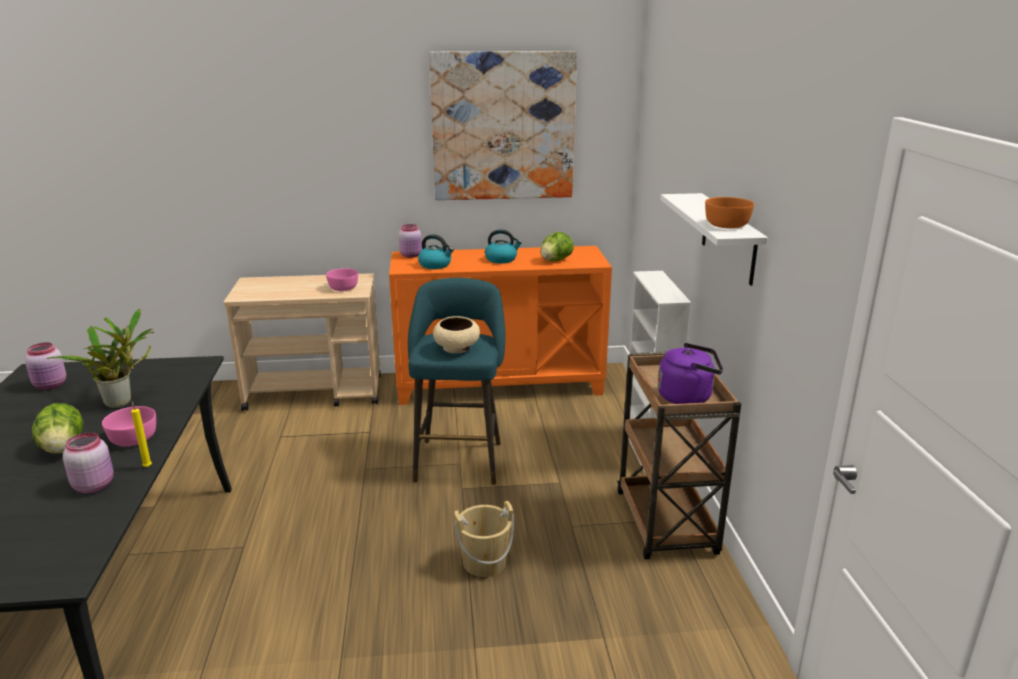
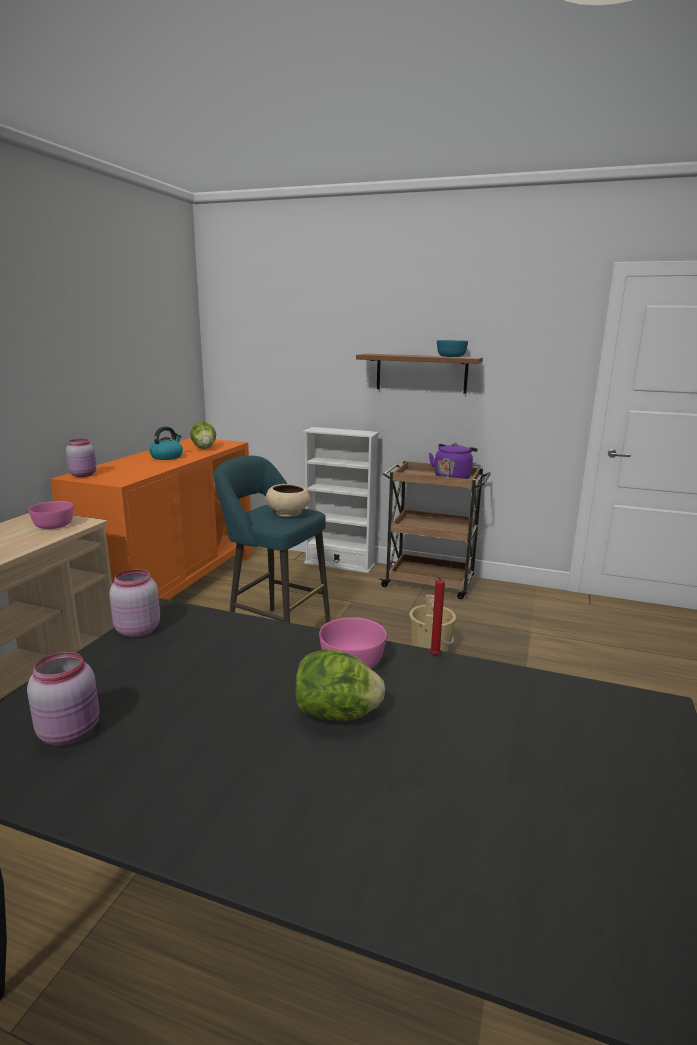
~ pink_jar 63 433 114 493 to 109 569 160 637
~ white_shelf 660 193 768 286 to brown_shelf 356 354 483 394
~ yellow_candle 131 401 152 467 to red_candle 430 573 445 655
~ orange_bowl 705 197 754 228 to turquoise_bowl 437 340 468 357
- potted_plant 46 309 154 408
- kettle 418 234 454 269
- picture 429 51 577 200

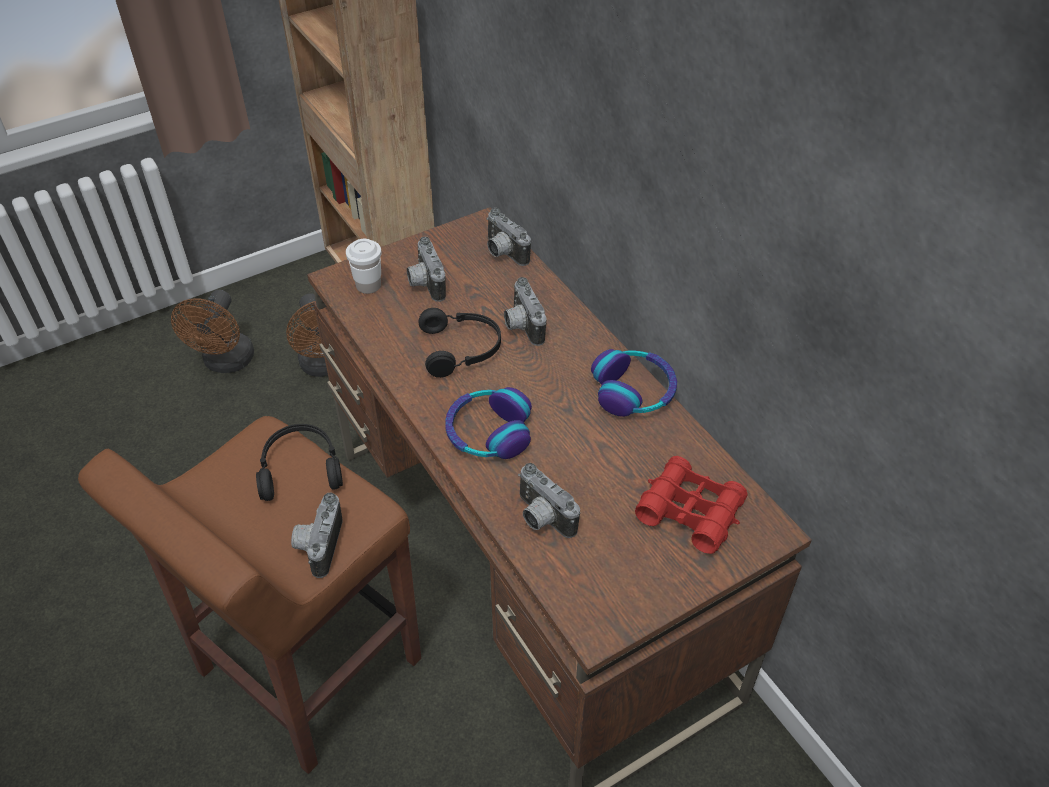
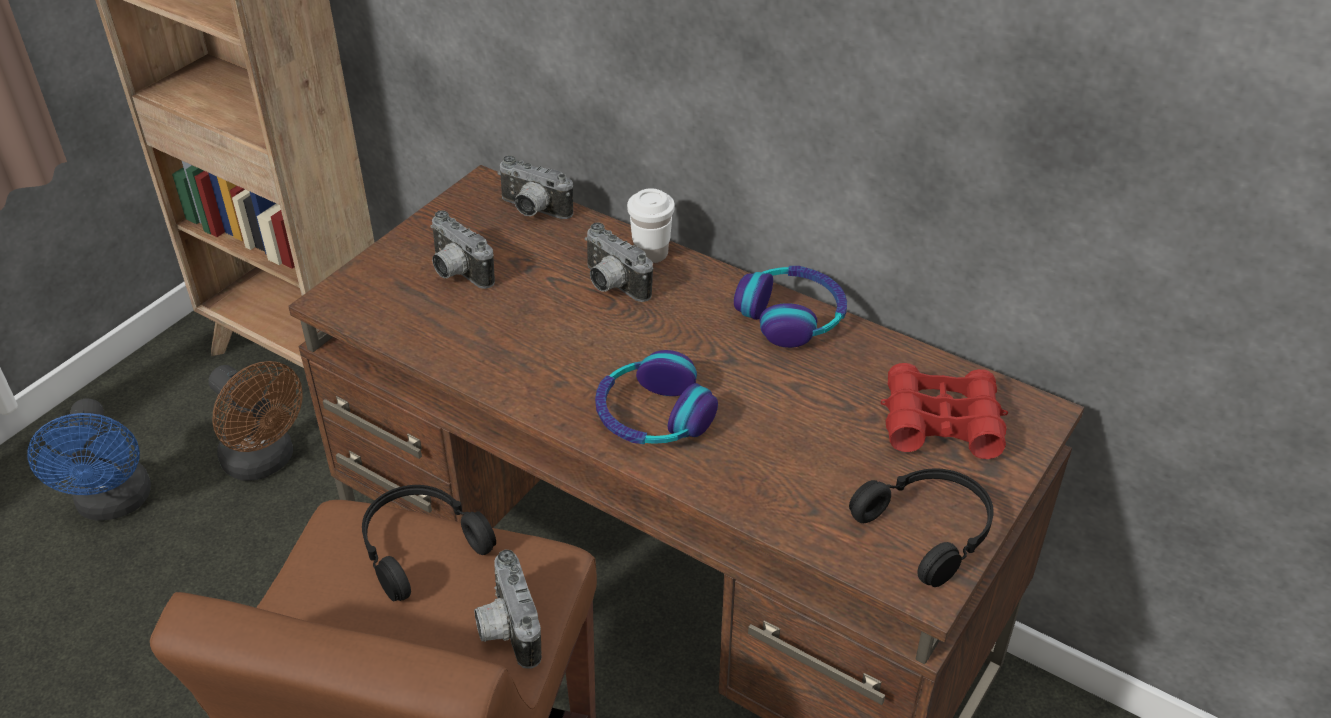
~ brown_fan 171 290 254 373 to blue_fan 27 399 151 521
~ white_cup 346 239 382 294 to 627 188 675 263
~ black_headphones 418 308 501 378 to 849 469 994 587
- photo_camera 518 463 580 538

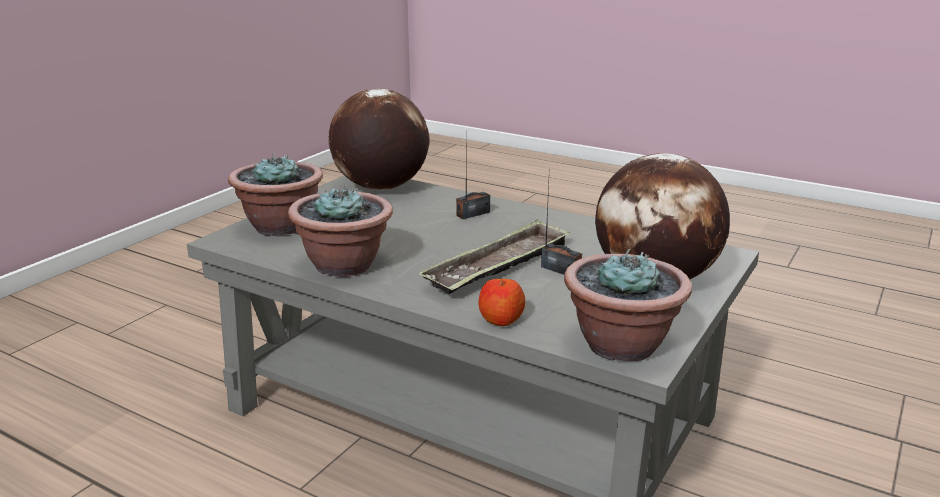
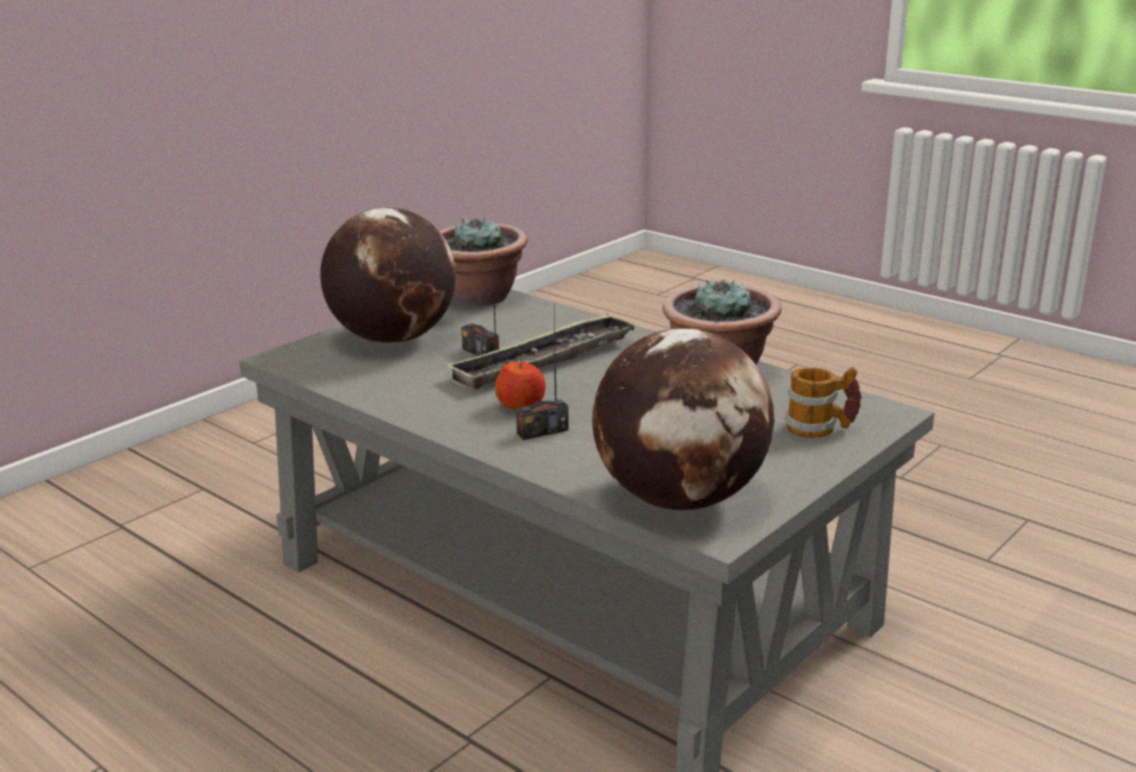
~ apple 478 277 525 326 to 495 359 546 410
~ potted_plant 228 153 323 236 to mug 784 367 862 438

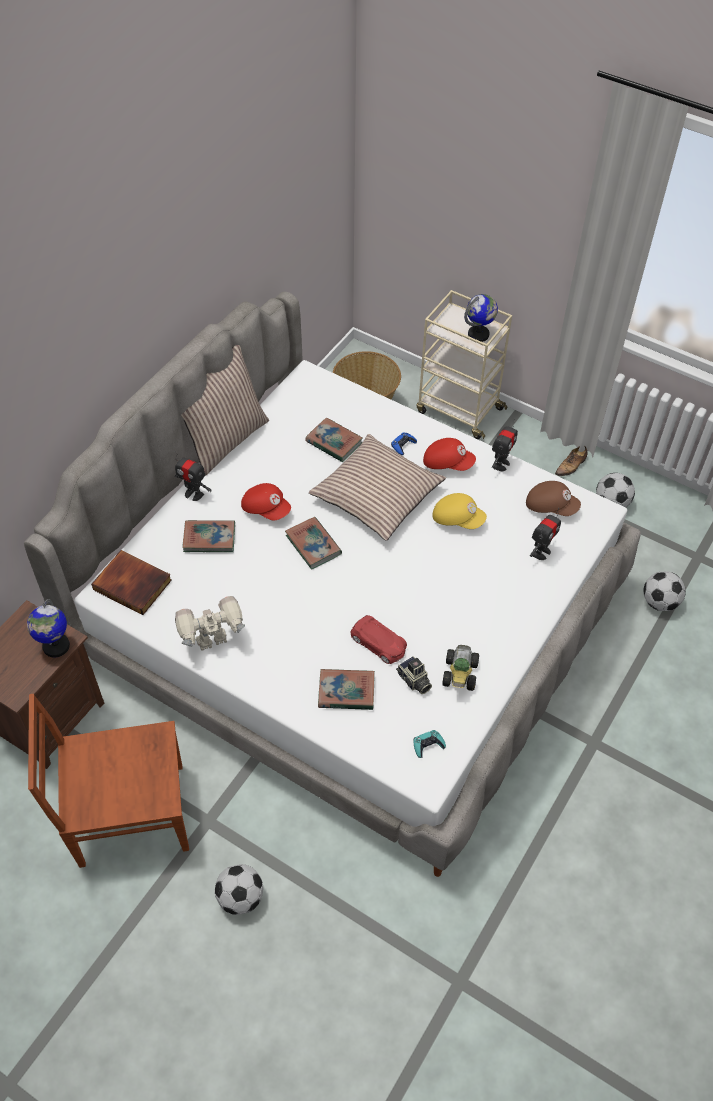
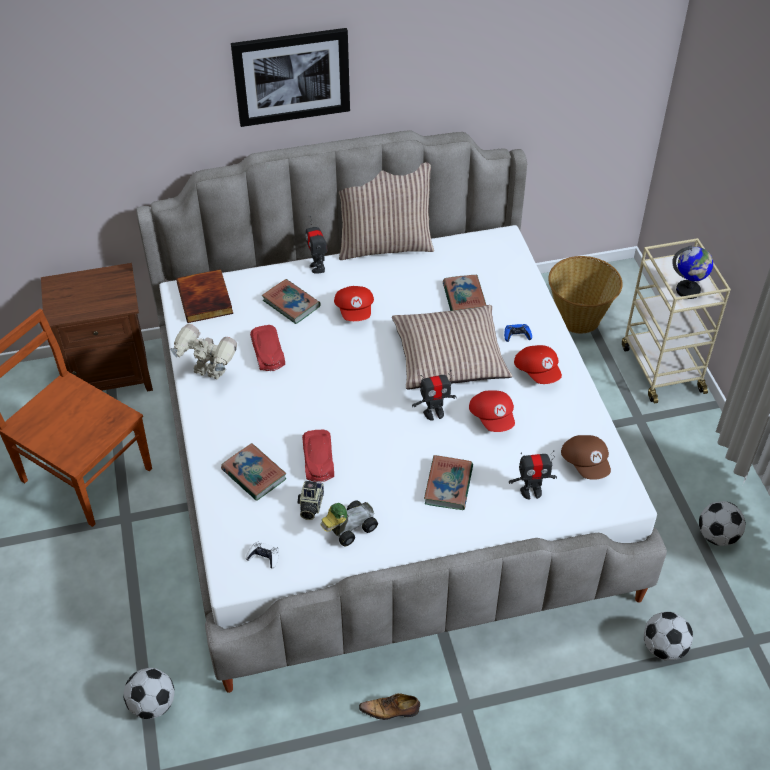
~ football 215 864 263 915 to 123 668 175 719
+ picture 231 28 350 127
~ turquoise_game_controller 414 730 446 758 to white_game_controller 246 542 279 569
+ red_toy_car 250 325 285 371
~ shoe 555 446 588 476 to 359 693 420 720
~ toy_robot 492 418 518 471 to 412 370 457 421
~ book 285 517 342 570 to 424 455 473 510
~ yellow_cap 432 493 487 529 to red_cap 469 391 515 432
- globe 27 599 70 658

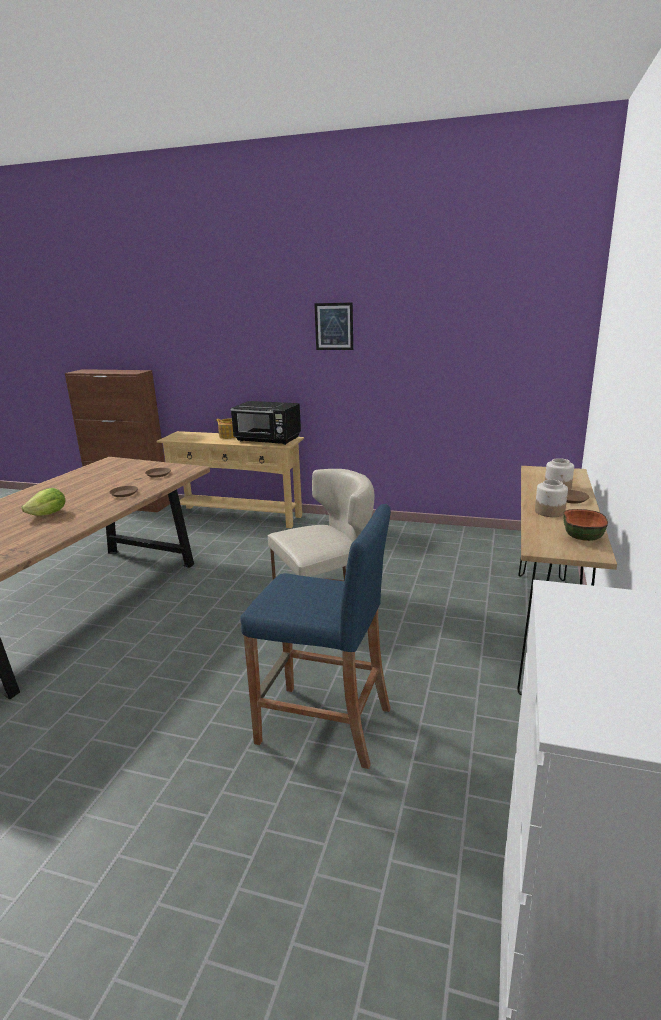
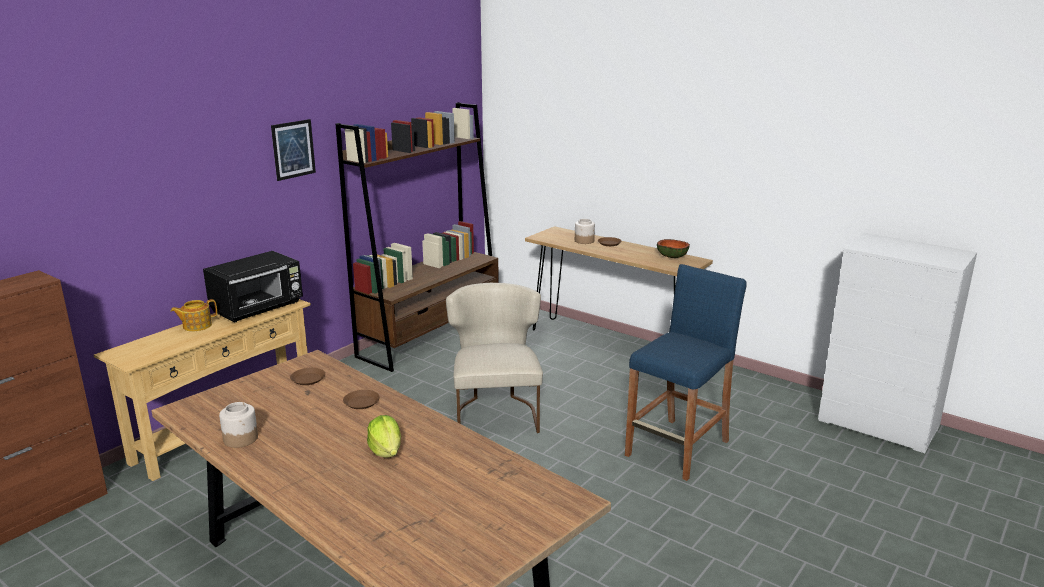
~ jar 535 480 568 517 to 219 402 258 448
+ brown_bookcase 336 102 499 372

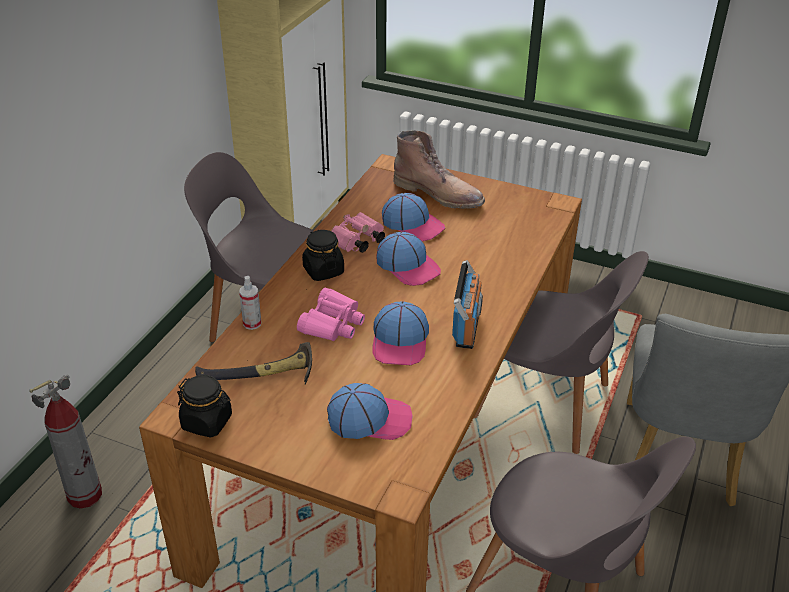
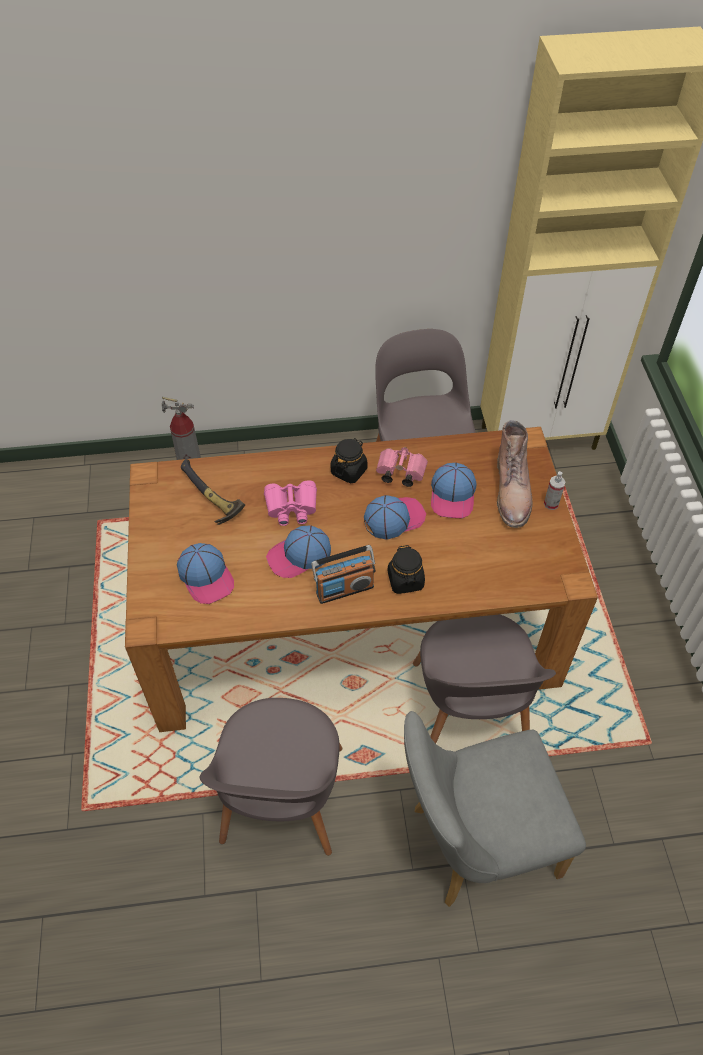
~ cap 376 232 441 286 = 364 495 426 540 135 degrees counterclockwise
~ black_jar 177 375 232 438 to 387 545 425 594
~ spray_bottle 239 276 261 330 to 544 471 566 510

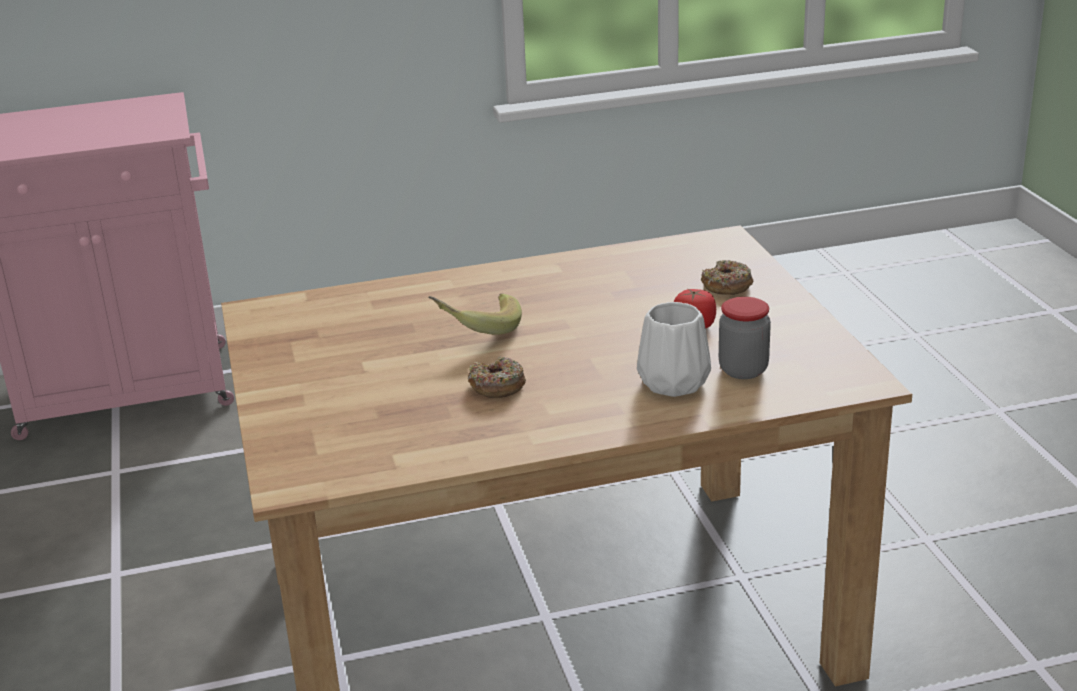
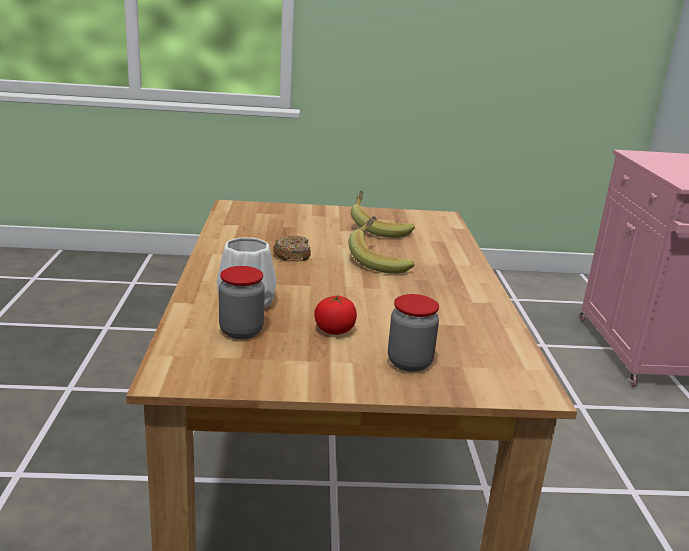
+ banana 351 191 415 238
~ donut 701 260 753 295 to jar 388 294 439 372

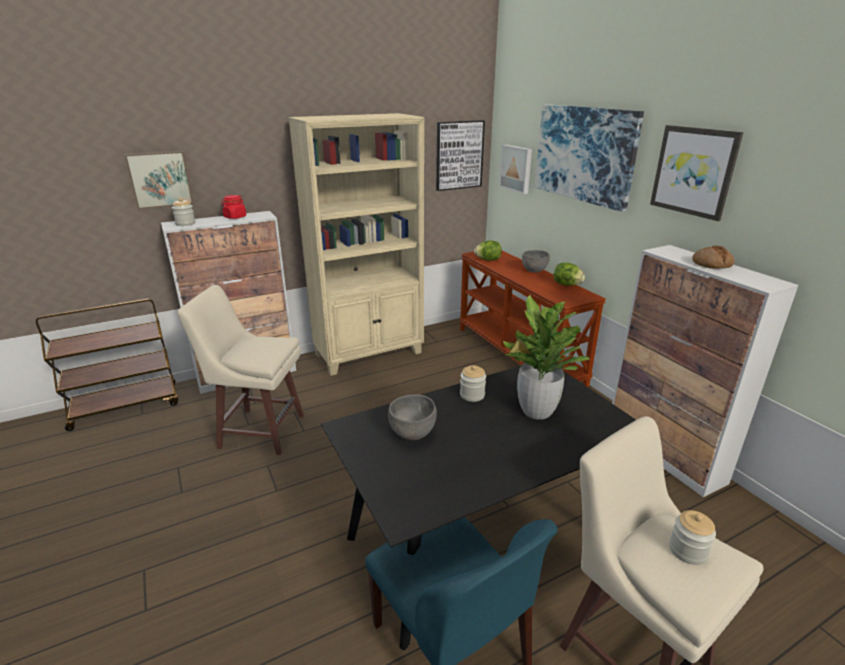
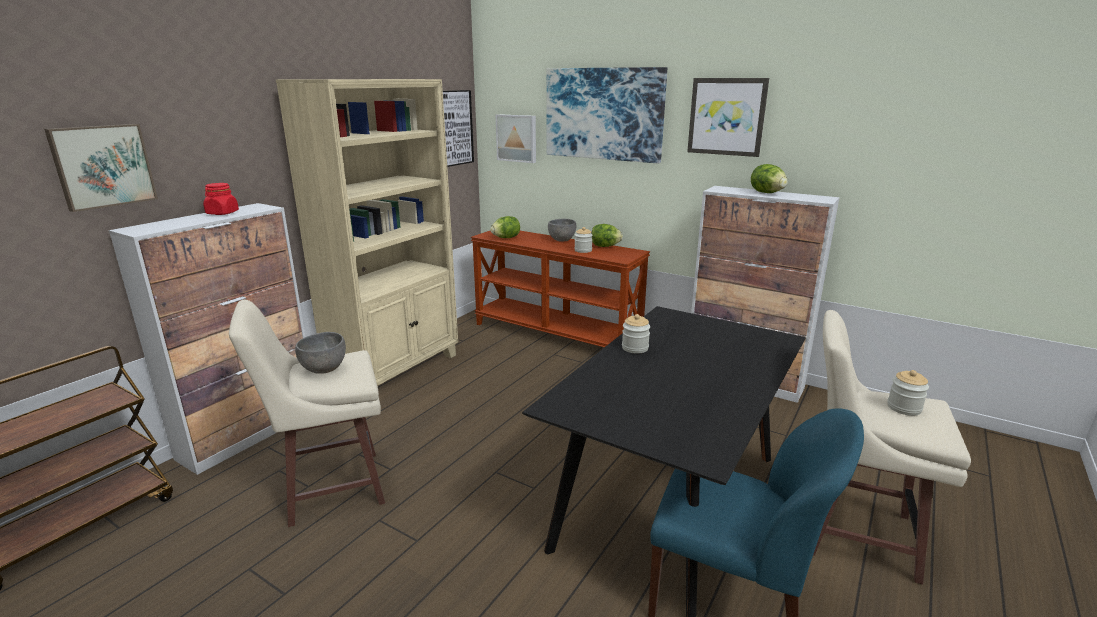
~ grey_bowl 388 395 437 440 to 295 332 346 374
~ jar 172 198 195 226 to 574 227 593 253
~ bread 692 246 734 269 to lettuce 751 164 788 193
- potted_plant 503 294 590 420

